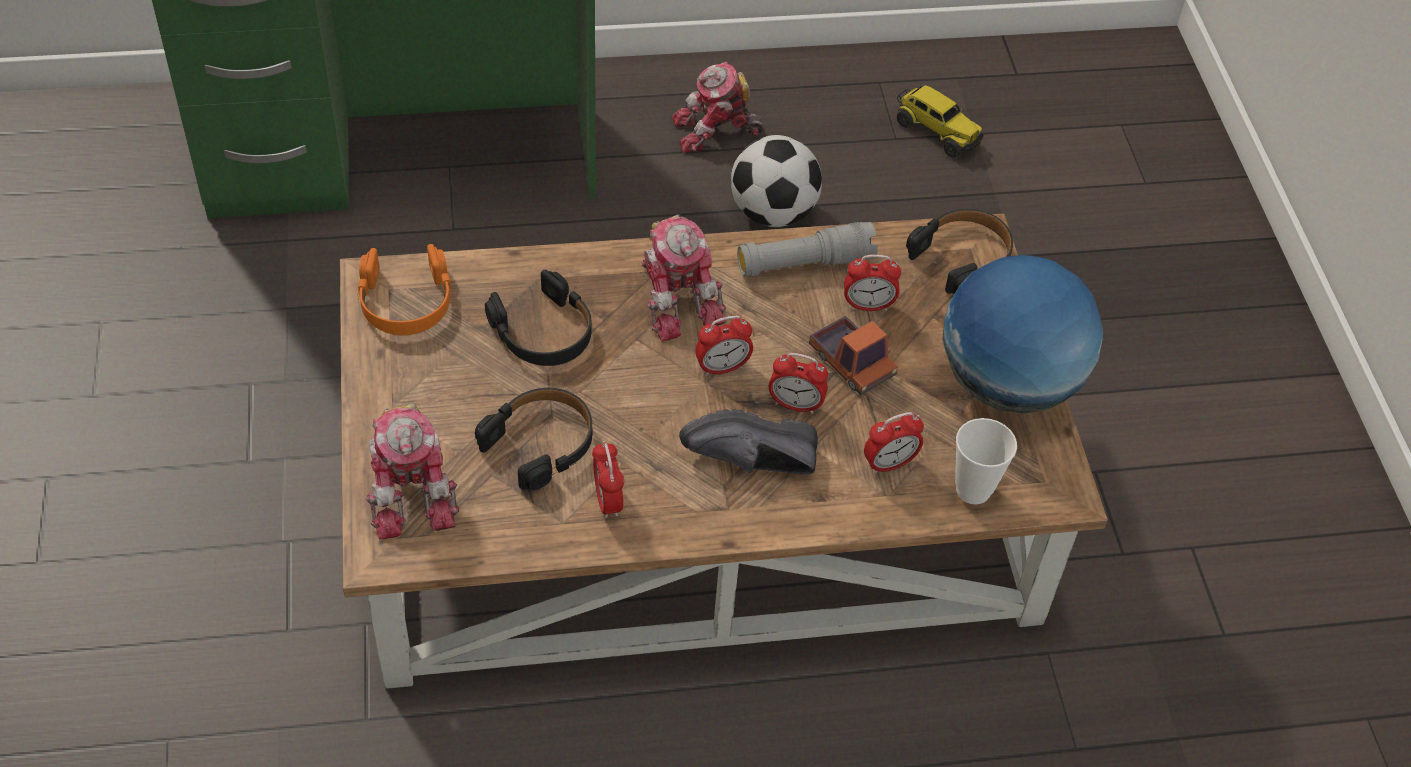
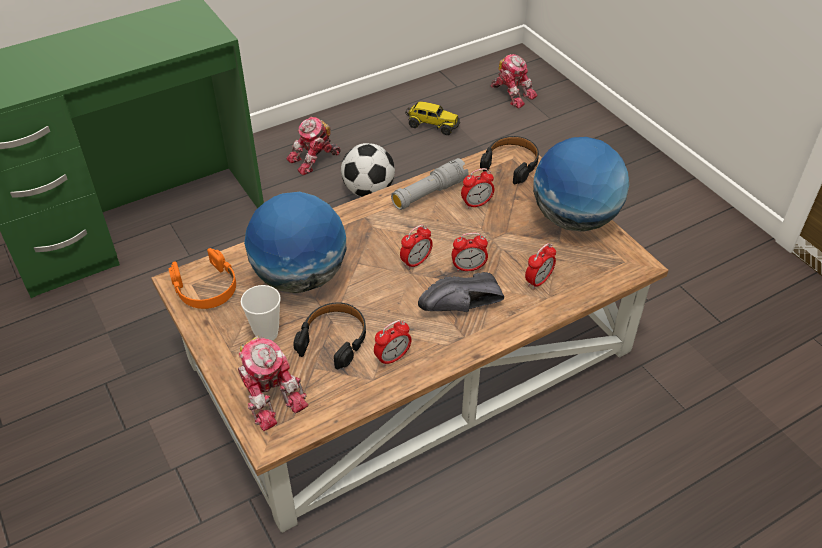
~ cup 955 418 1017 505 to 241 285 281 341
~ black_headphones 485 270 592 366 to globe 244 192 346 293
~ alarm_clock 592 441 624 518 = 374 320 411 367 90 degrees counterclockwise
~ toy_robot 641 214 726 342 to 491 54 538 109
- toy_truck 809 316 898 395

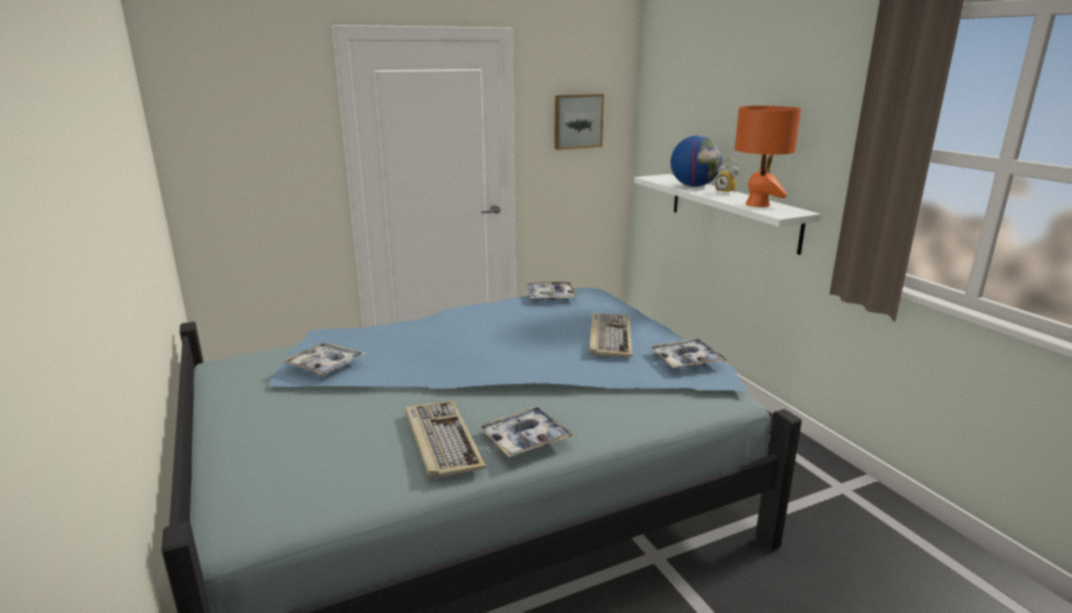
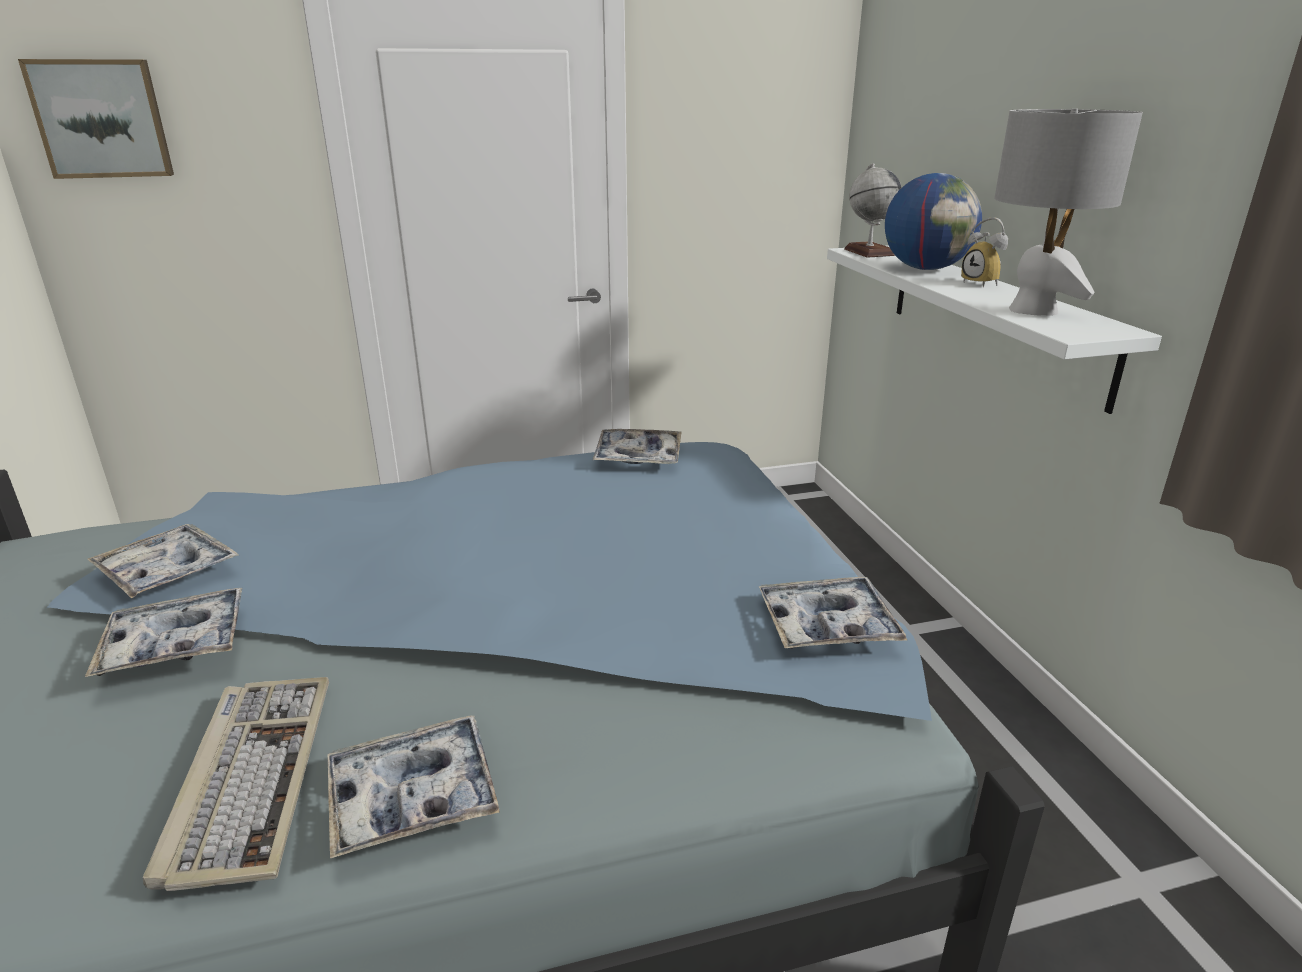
~ picture 555 94 604 150 to 18 59 174 179
+ tray 85 588 243 677
+ globe 844 163 902 258
~ orange_table_lamp 735 106 801 207 to grey_table_lamp 994 109 1143 315
- keyboard 589 313 632 357

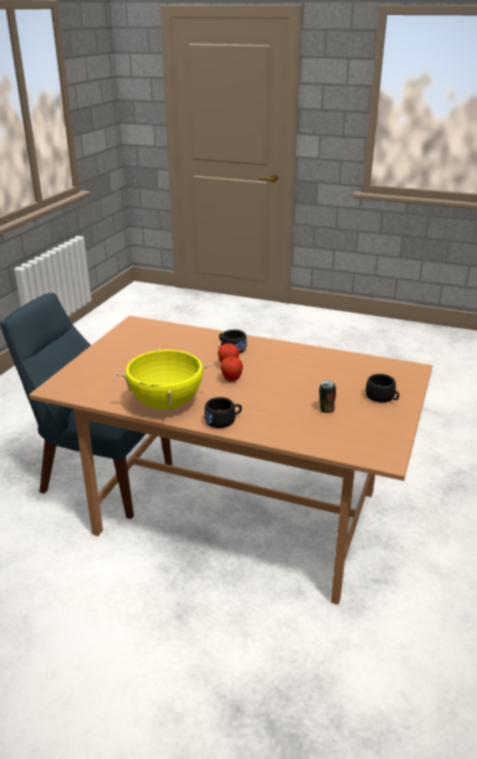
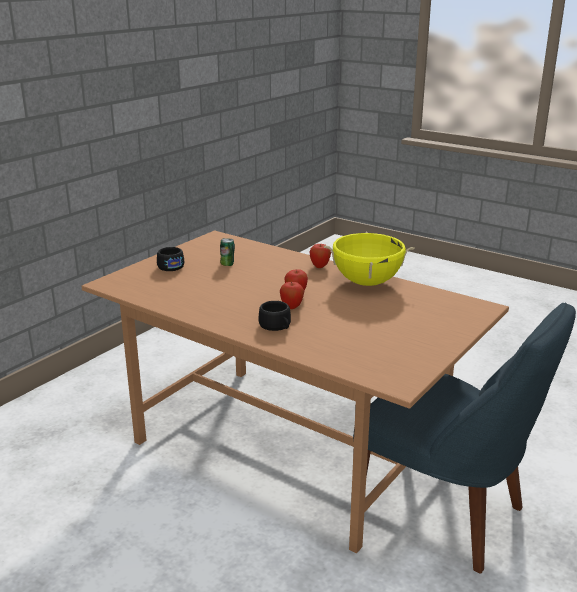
~ black_cup 204 397 242 428 to apple 309 244 331 268

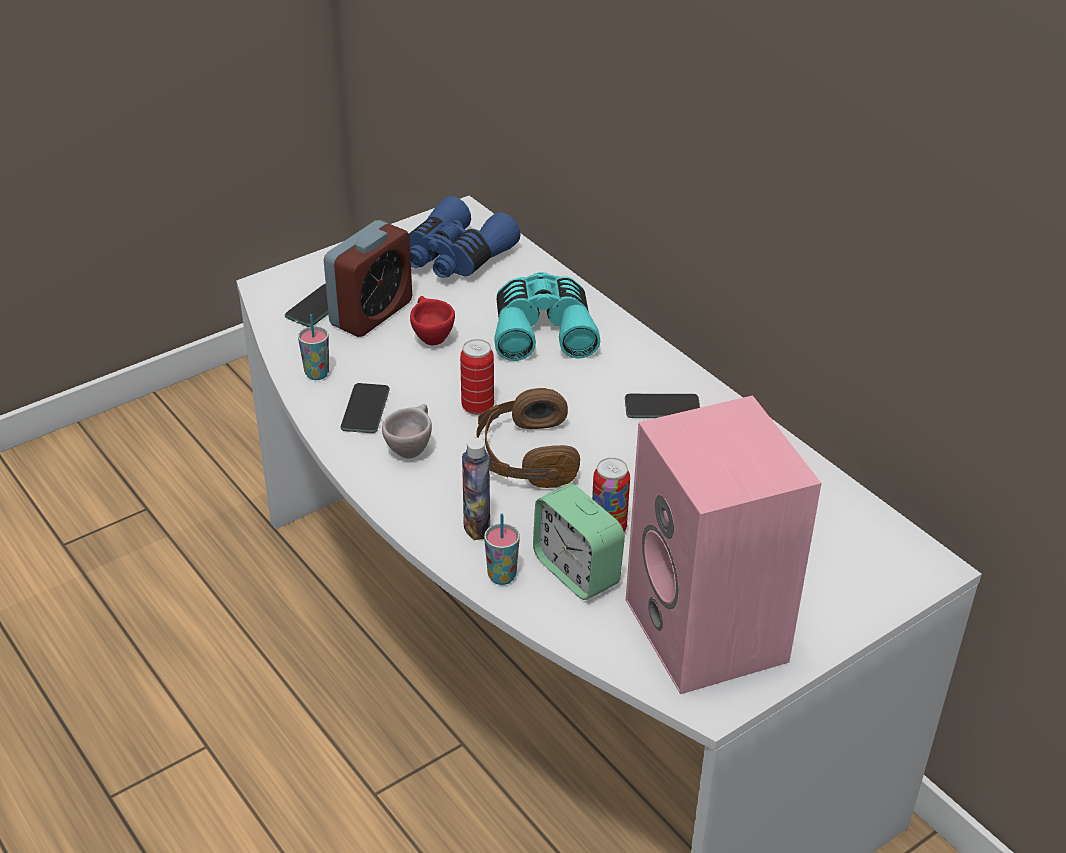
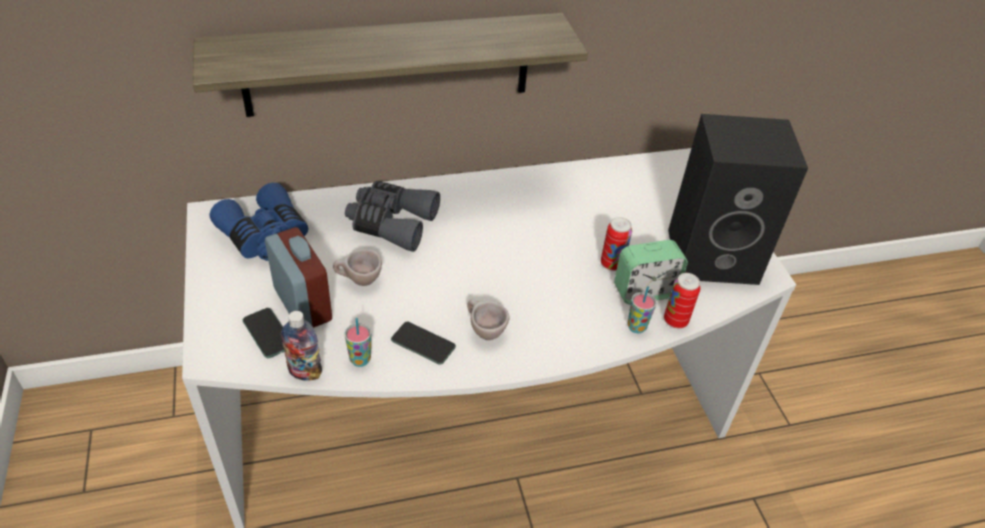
+ shelf 193 13 588 117
~ bottle 462 438 490 540 to 281 311 322 381
~ red_cup 410 296 455 345 to beige_cup 333 249 382 286
~ turquoise_binoculars 494 272 600 361 to grey_binoculars 345 181 440 252
~ can 460 339 494 415 to 664 273 700 328
~ pink_speaker 626 395 822 694 to black_speaker 668 114 808 285
- brown_headphones 477 388 580 488
- phone 625 394 700 418

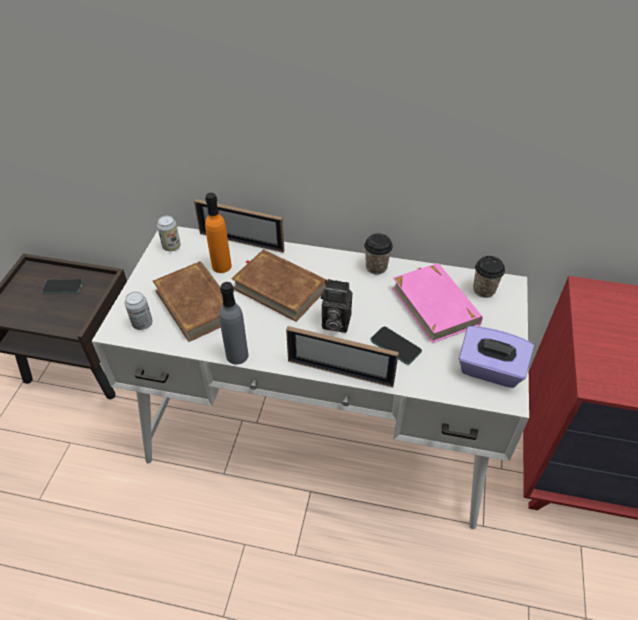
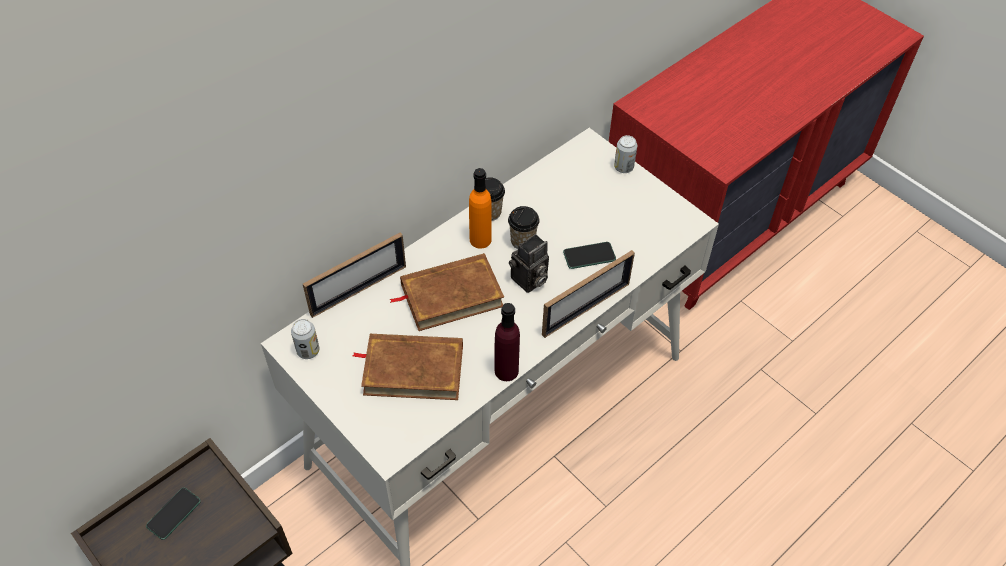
~ orange_bottle 205 193 232 273 to 469 168 492 249
~ grey_bottle 219 282 249 365 to purple_bottle 495 303 520 381
~ cup 473 256 505 298 to 508 206 540 249
~ can 125 291 152 330 to 614 135 638 173
- pink_book 392 263 483 343
- purple_tissue_box 459 326 534 388

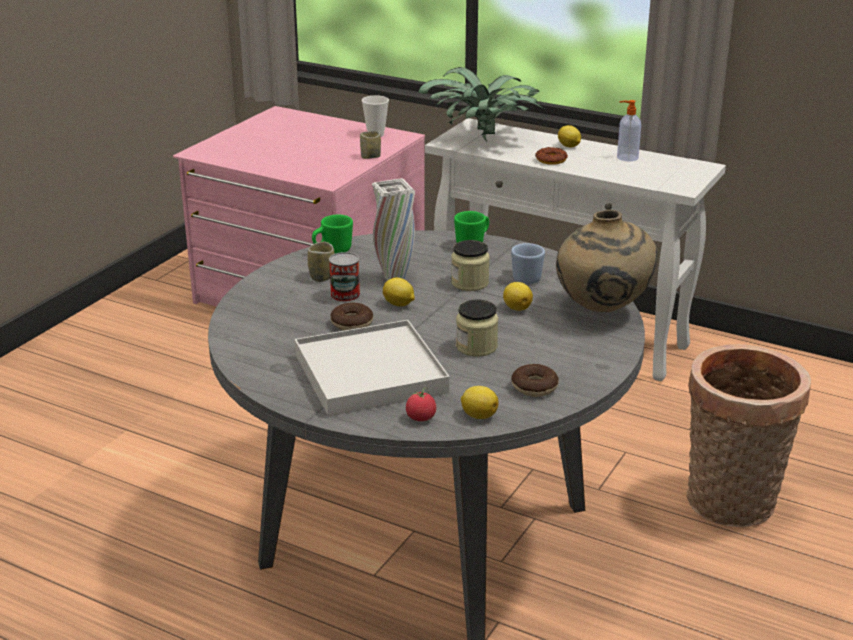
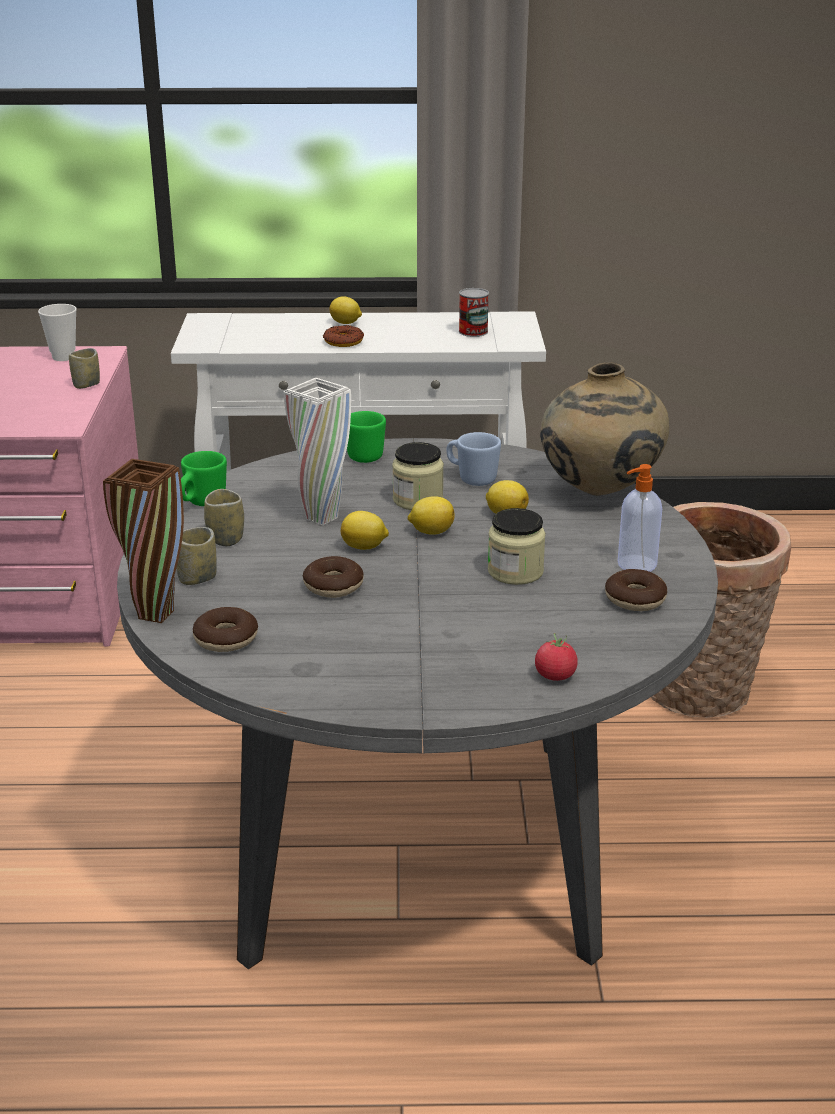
+ brown_vase 103 459 184 623
+ cup 176 527 217 585
+ donut 193 607 258 652
~ lemon 461 386 499 419 to 407 496 455 535
~ can 329 252 360 302 to 459 288 489 337
~ soap_dispenser 617 100 641 161 to 618 464 662 572
- white_tray 295 320 450 416
- potted_plant 418 67 544 141

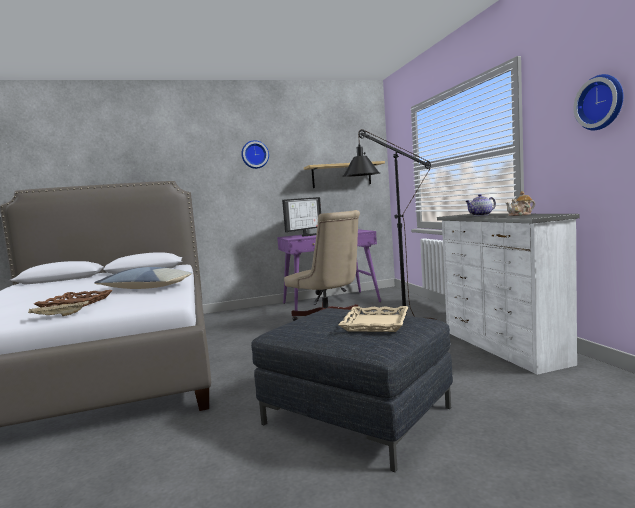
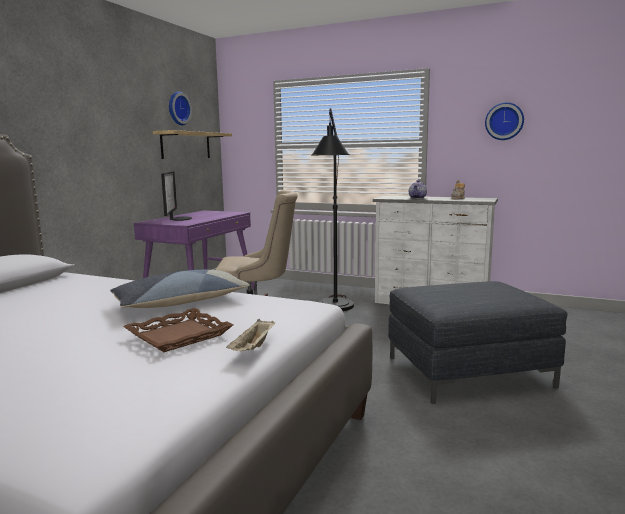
~ wall_clock 241 140 269 169 to 169 91 192 125
- beige_tray 338 306 408 332

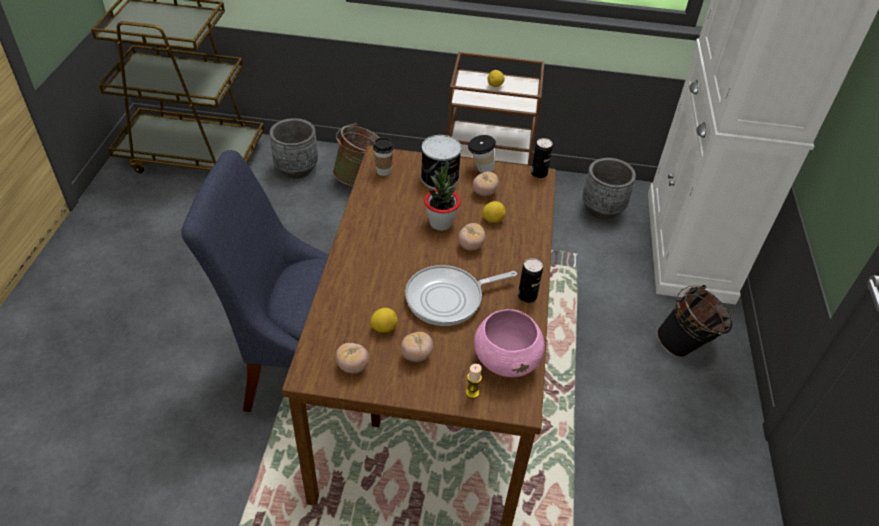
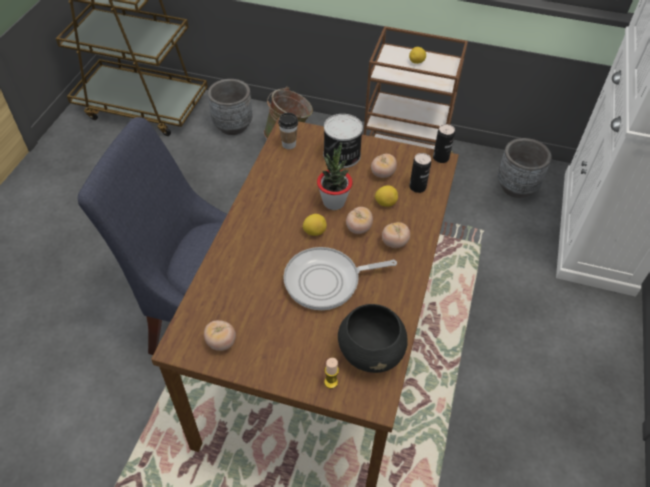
~ lemon 370 308 398 333 to 303 214 327 236
~ pink_bowl 474 309 545 377 to black_bowl 338 304 408 373
~ tomato 401 332 433 362 to 382 222 410 248
~ can 518 258 543 303 to 409 153 431 193
- cup 468 135 496 173
- black_bucket 657 285 732 358

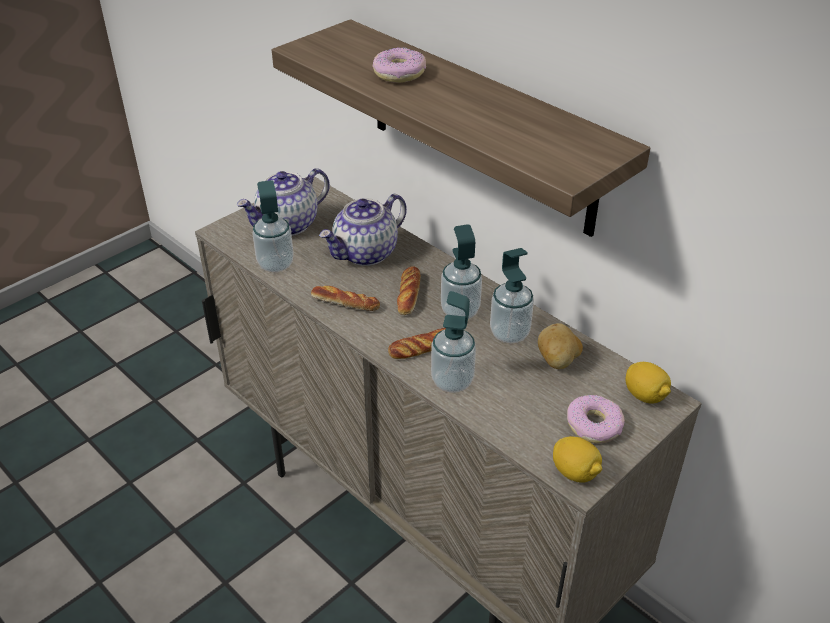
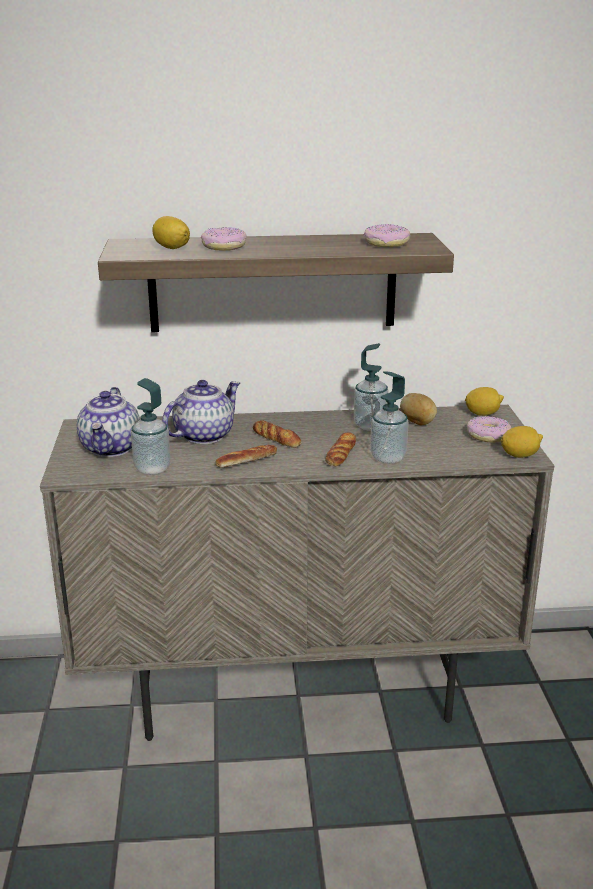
+ lemon 153 216 190 249
~ teapot 319 194 407 266 = 162 380 240 444 135 degrees counterclockwise
+ donut 363 224 411 247
- soap_dispenser 441 224 482 319

